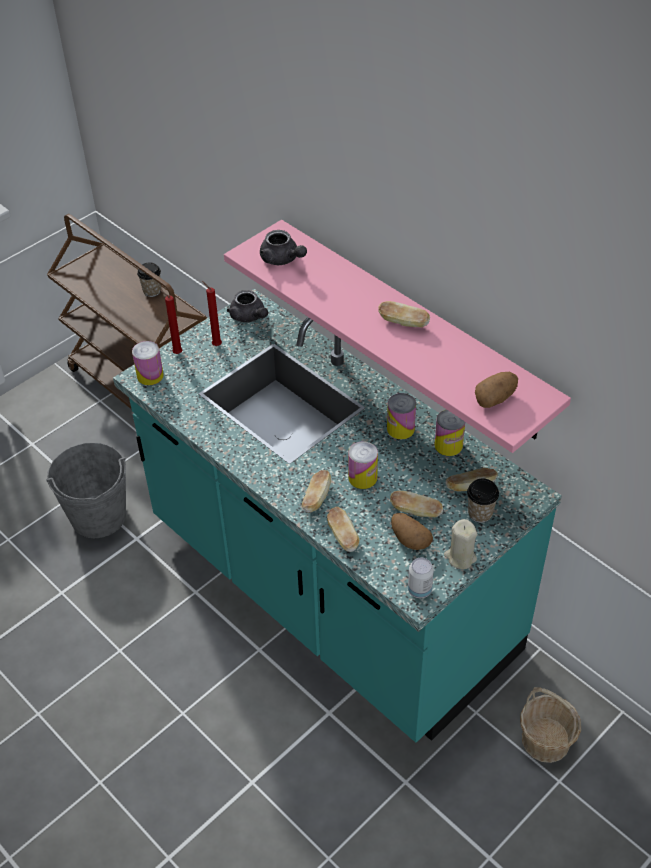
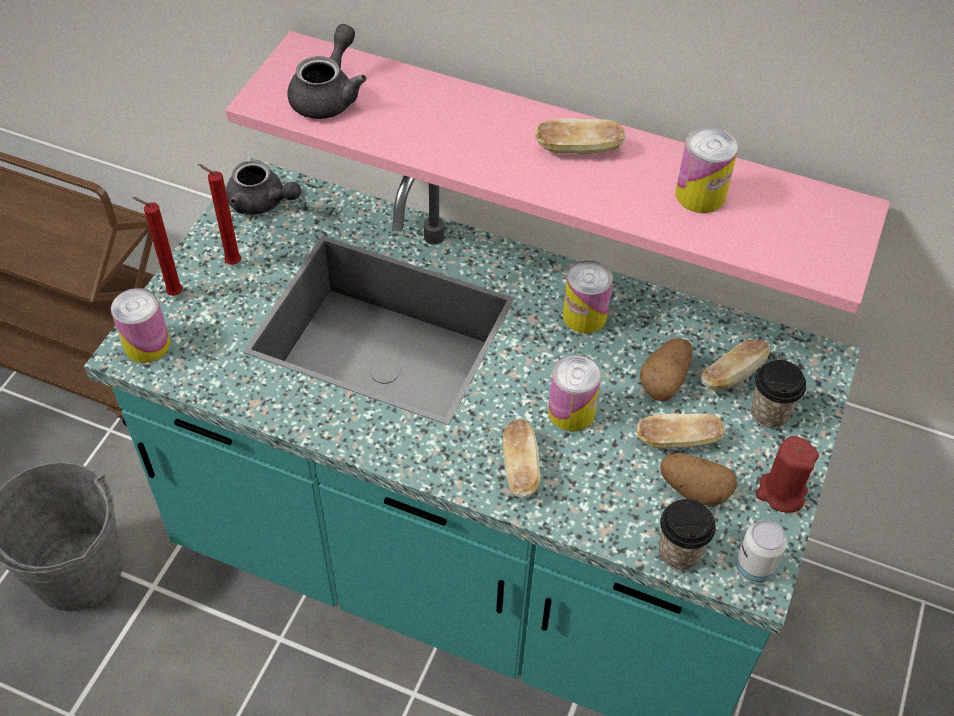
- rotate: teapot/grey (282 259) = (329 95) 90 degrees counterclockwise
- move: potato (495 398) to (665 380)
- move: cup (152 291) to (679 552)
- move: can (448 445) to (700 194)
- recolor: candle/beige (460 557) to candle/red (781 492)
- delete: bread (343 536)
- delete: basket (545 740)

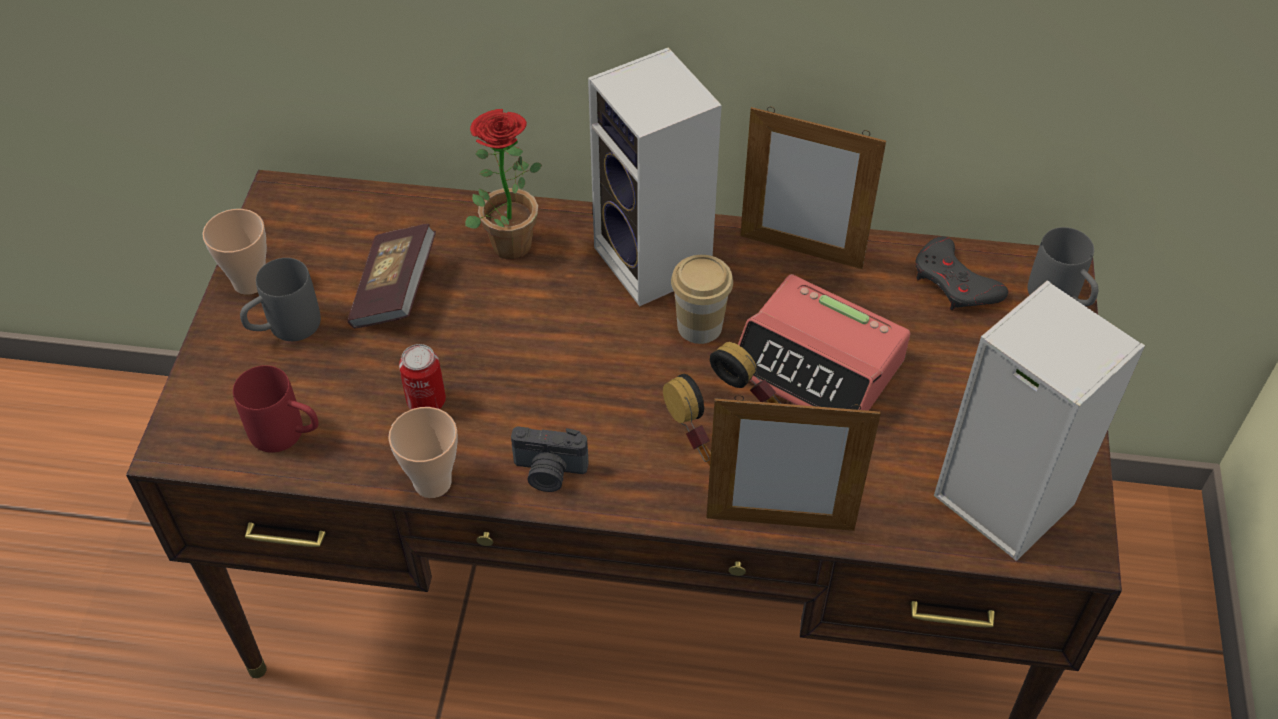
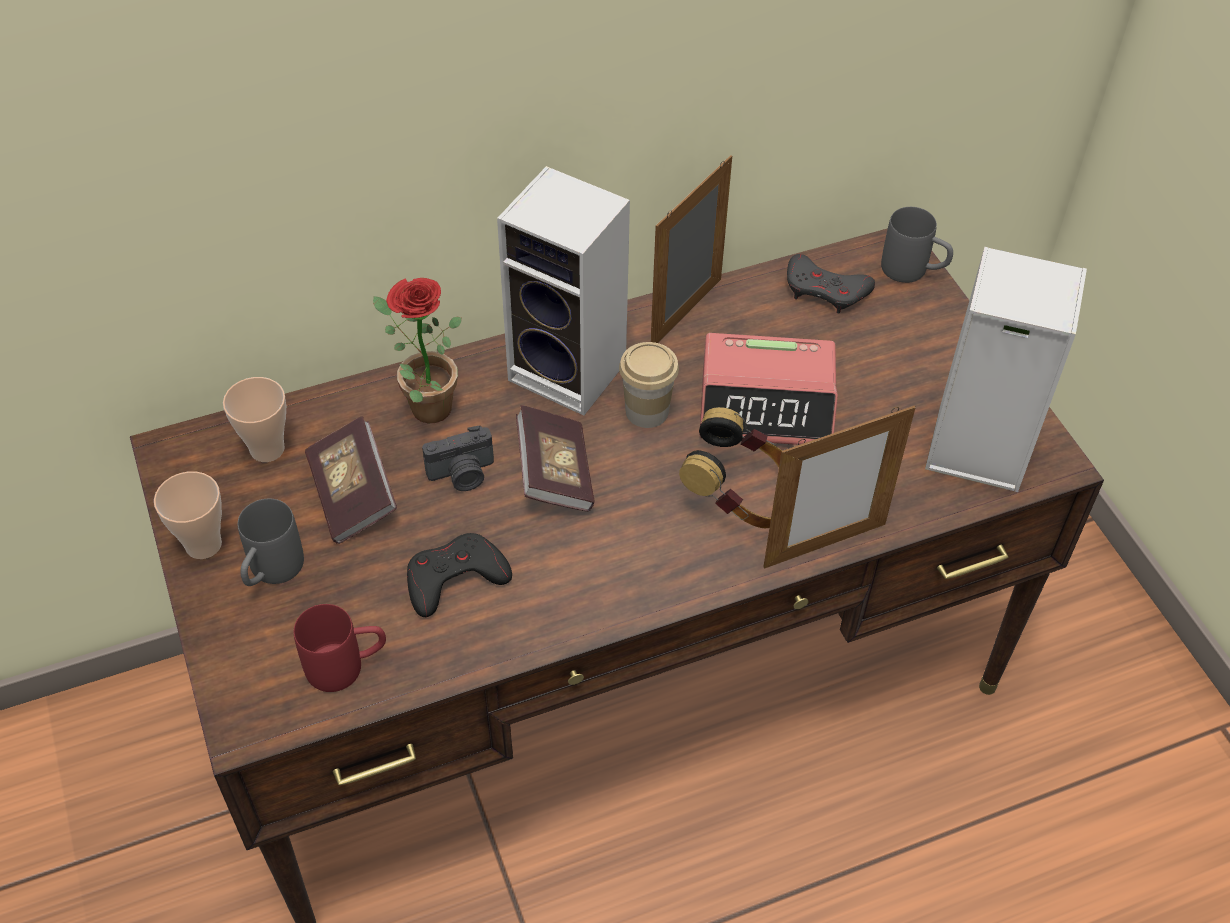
- move: cup (432 482) to (267 449)
- replace: can (426 401) to game controller/black (455 579)
- move: photo camera (549 472) to (463 475)
- insert: book (555 474)
- rotate: picture frame (801 251) = (686 313) 135 degrees clockwise

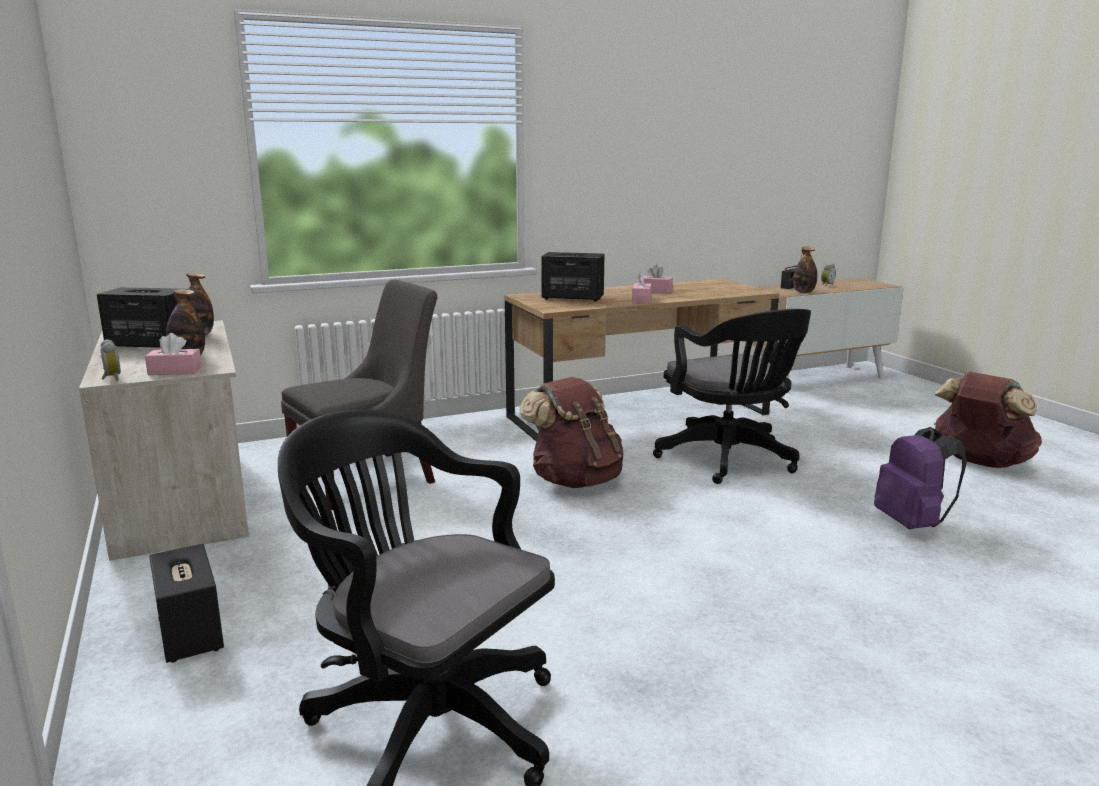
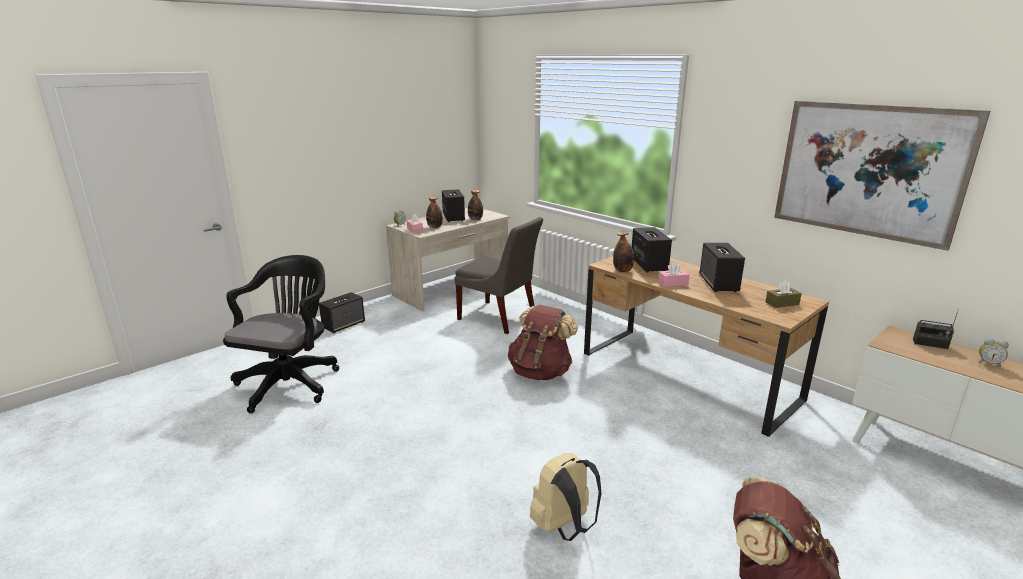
- recolor: backpack/purple (912 524) to backpack/beige (564 527)
- move: bottle (803 292) to (622 270)
- replace: tissue box/pink (655 290) to speaker (718 284)
- insert: tissue box/brown (782 303)
- insert: picture (868 171)
- delete: office chair/black (730 460)

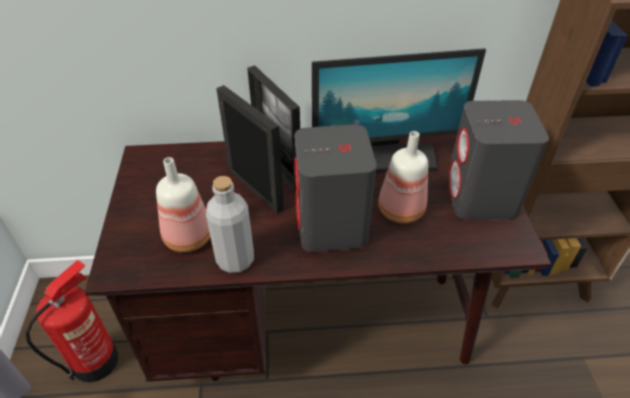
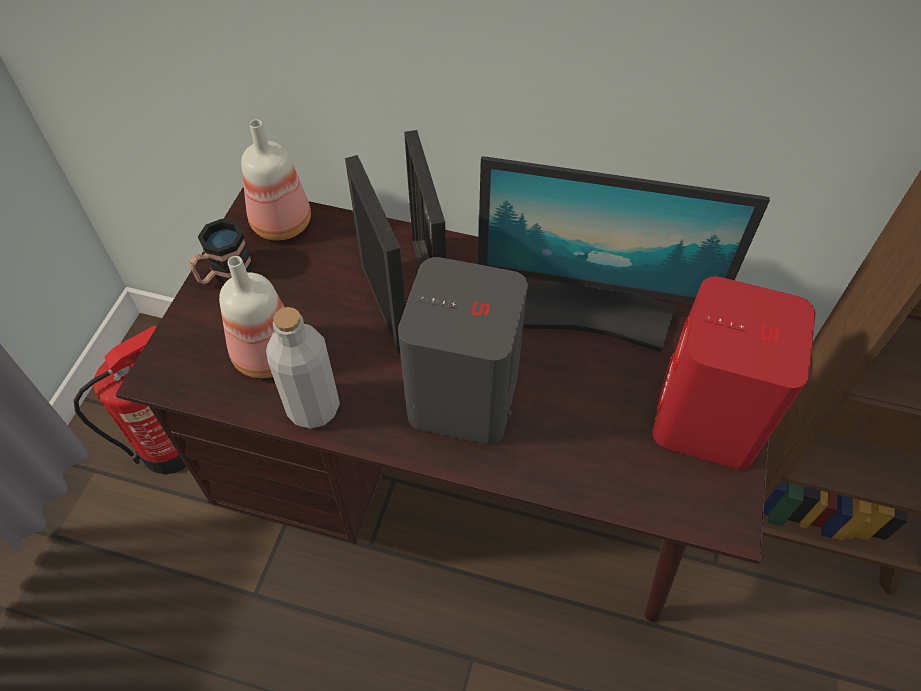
- insert: mug (224 273)
- move: bottle (399 210) to (280 223)
- recolor: speaker/grey (481 198) to speaker/red (707 419)

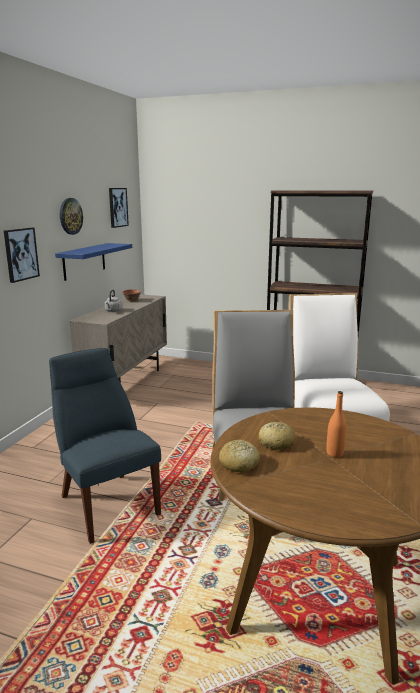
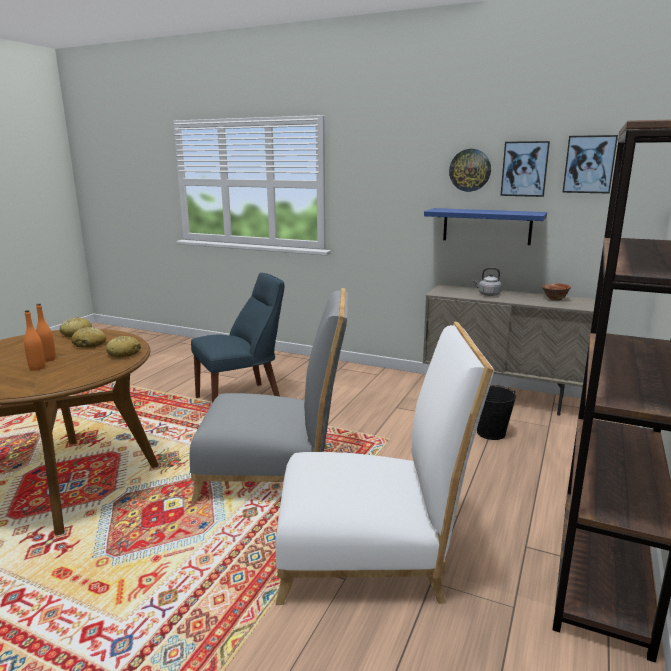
- insert: bottle/orange (37 368)
- insert: bread (124 353)
- insert: bucket/black (491 433)
- move: picture (20 254) to (524 169)

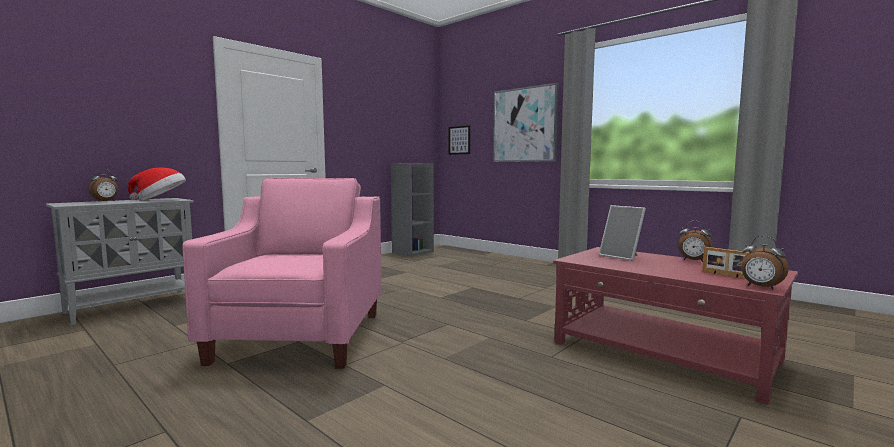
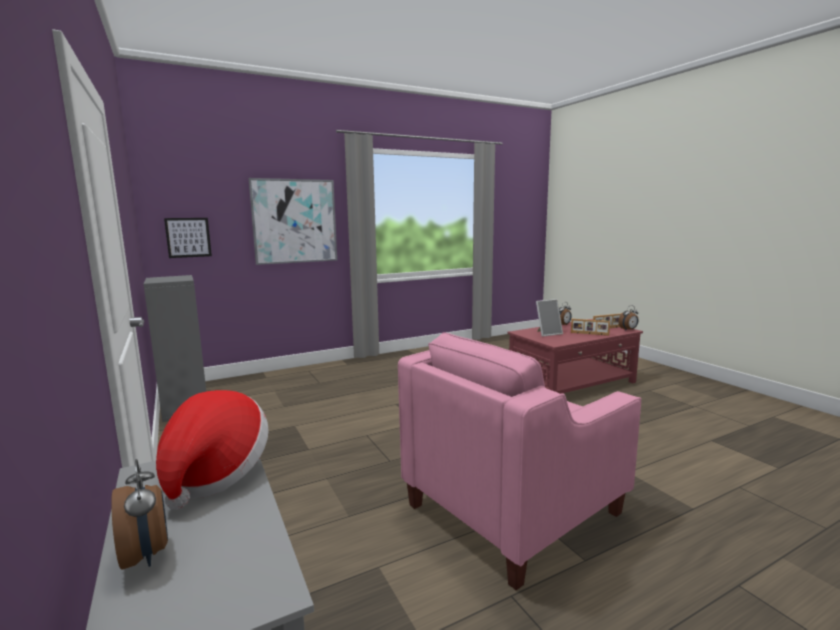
- rotate: armchair/pink (302 337) = (513 508) 60 degrees counterclockwise
- insert: picture frame (589 334)

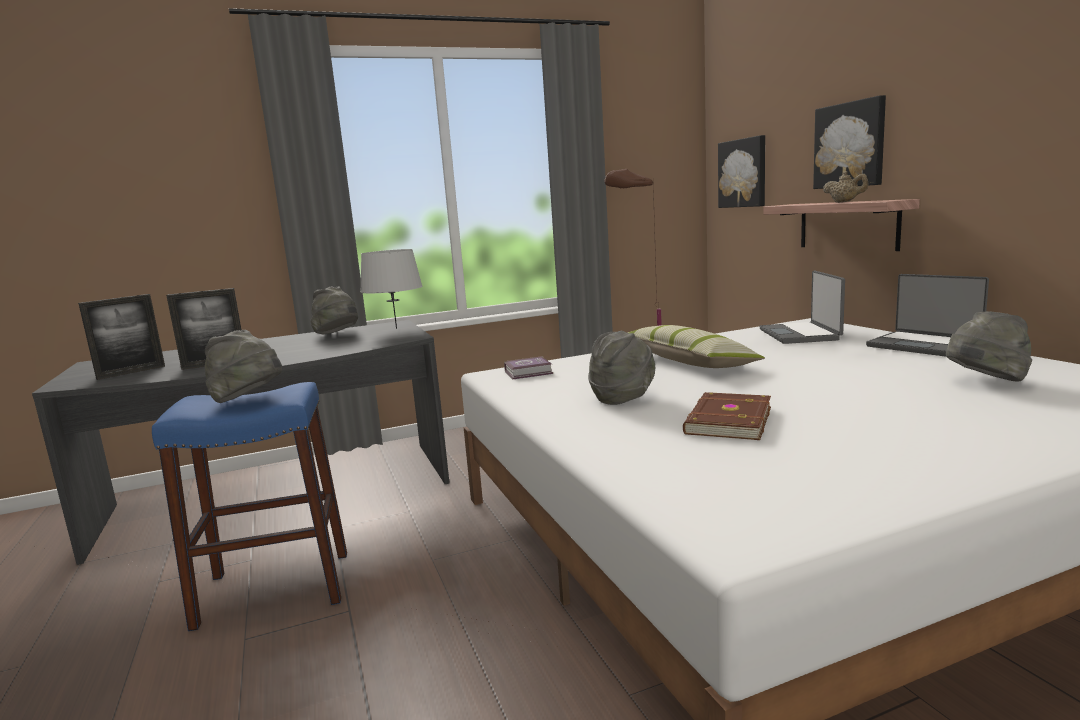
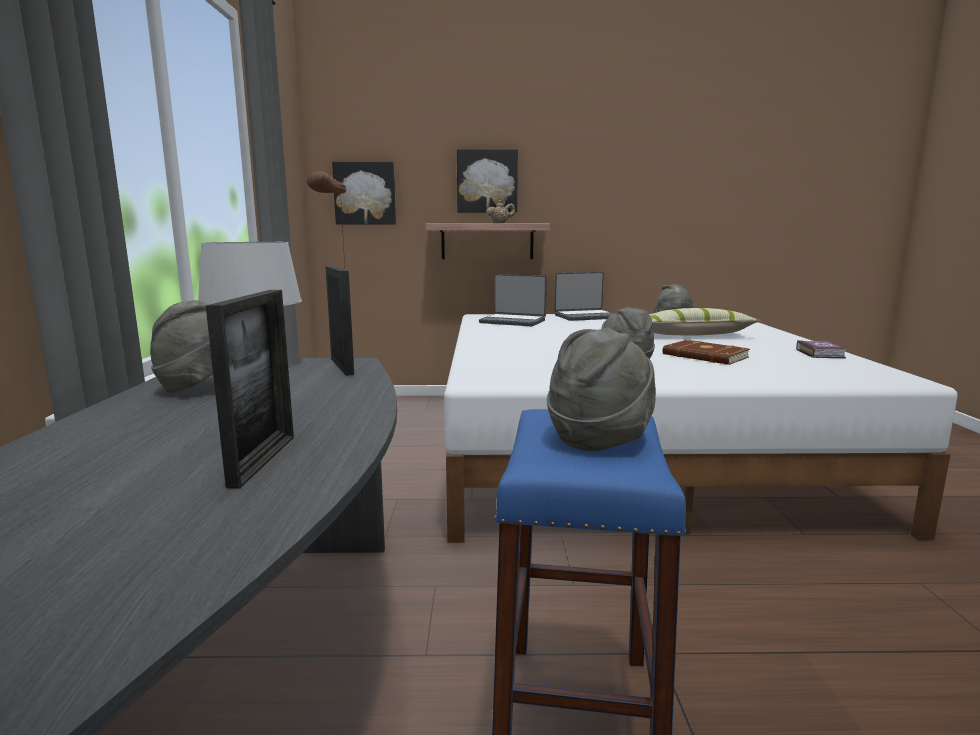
- move: picture frame (131 372) to (342 366)
- move: pillow (688 362) to (692 335)
- move: book (530 372) to (820 353)

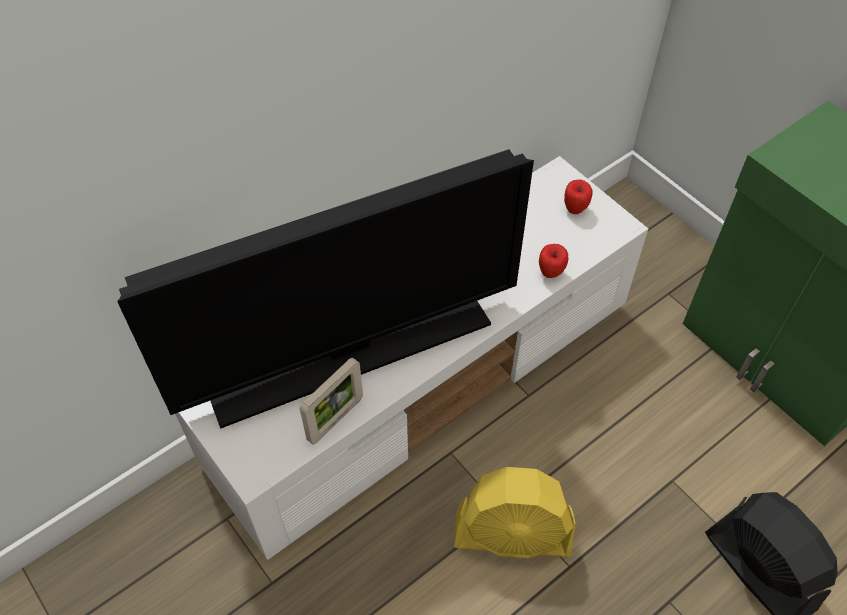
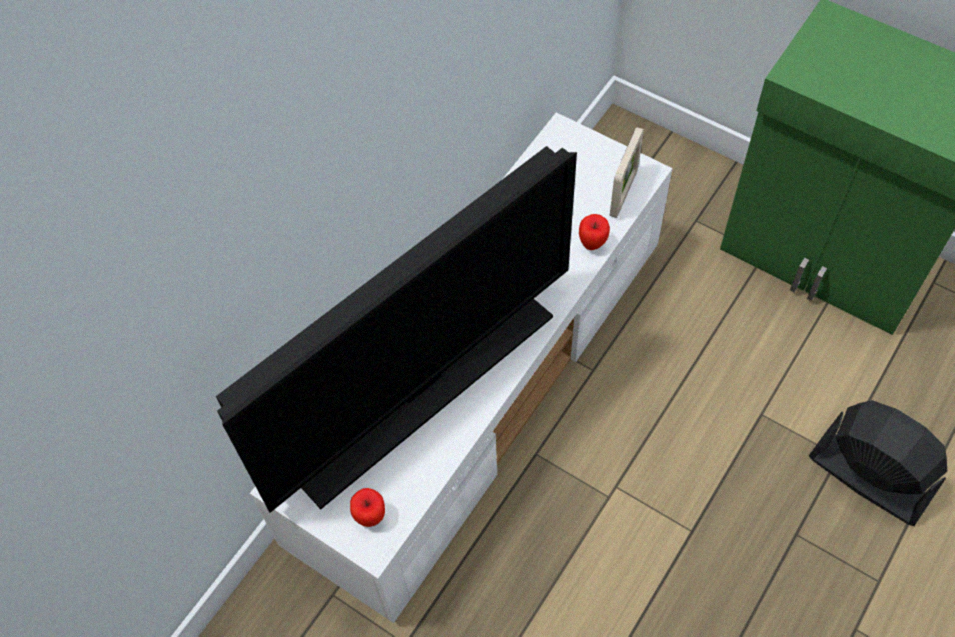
- move: apple (575 209) to (370 517)
- move: picture frame (335 419) to (623 193)
- delete: fan/yellow (513 535)

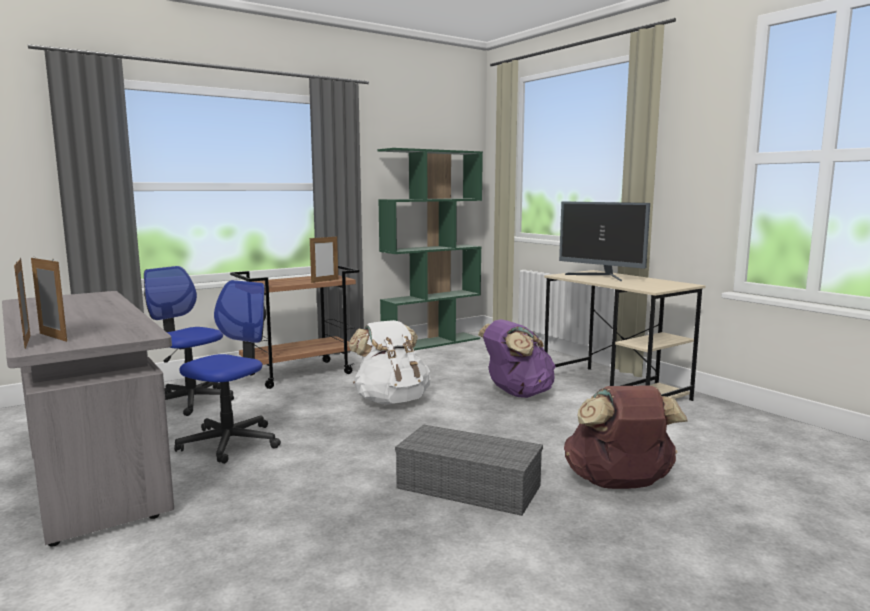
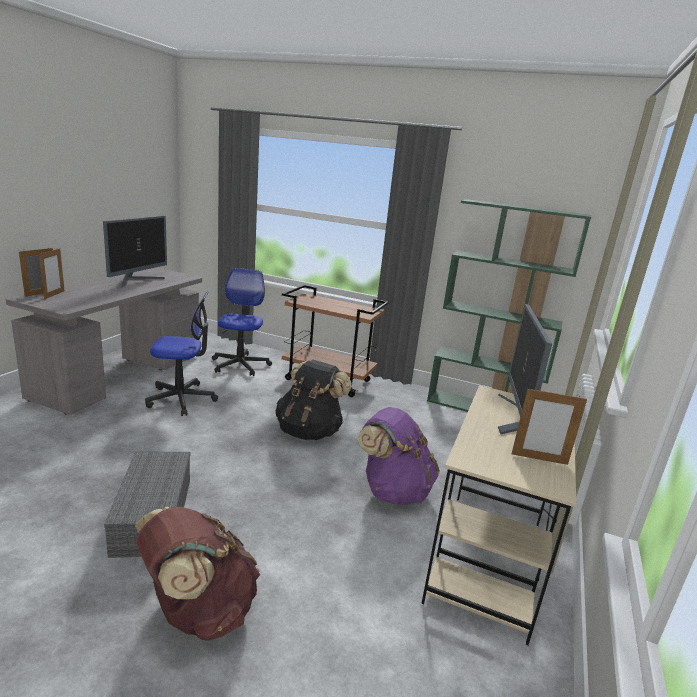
- insert: monitor (137 280)
- recolor: backpack/white (391 400) to backpack/black (309 431)
- move: picture frame (325 281) to (539 459)

